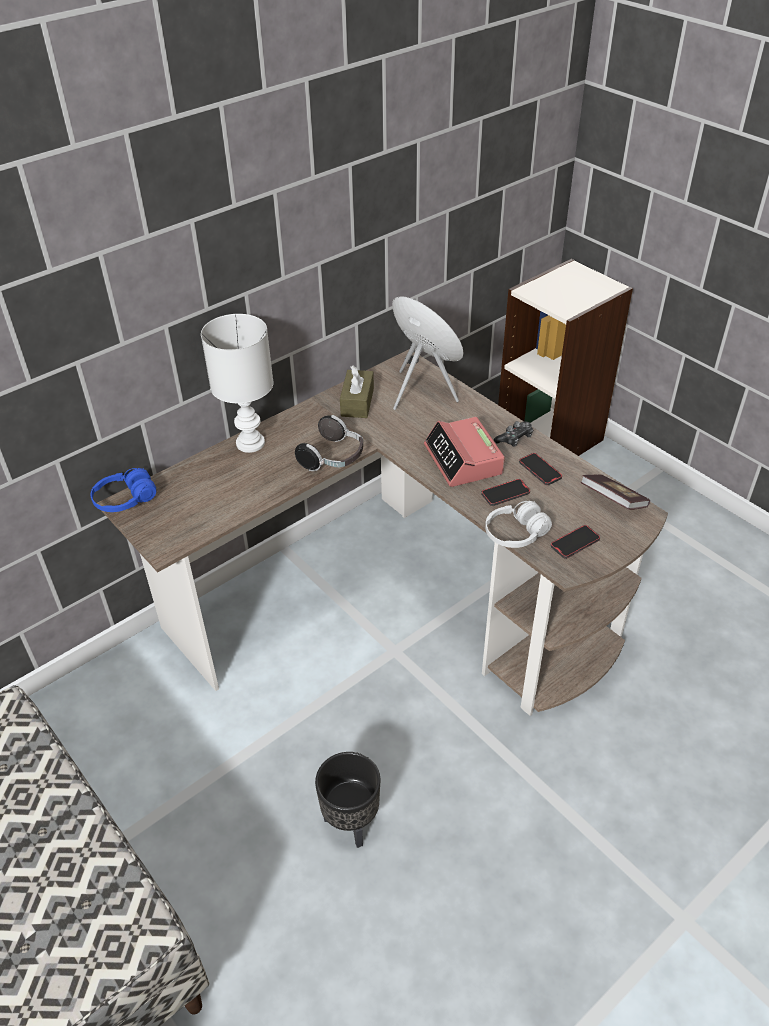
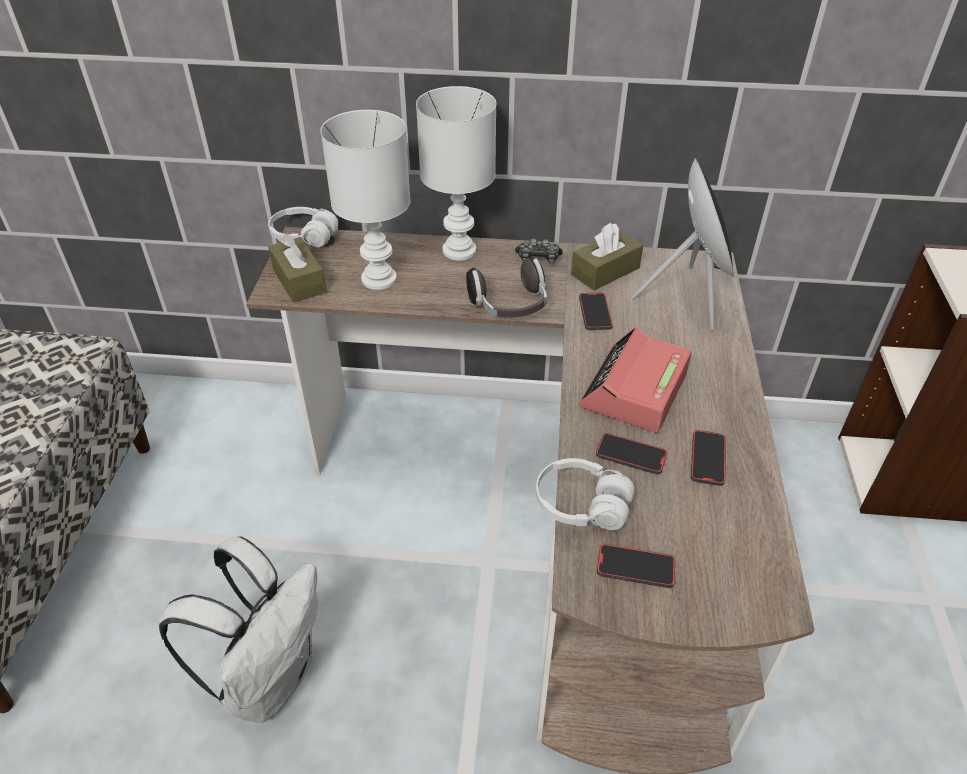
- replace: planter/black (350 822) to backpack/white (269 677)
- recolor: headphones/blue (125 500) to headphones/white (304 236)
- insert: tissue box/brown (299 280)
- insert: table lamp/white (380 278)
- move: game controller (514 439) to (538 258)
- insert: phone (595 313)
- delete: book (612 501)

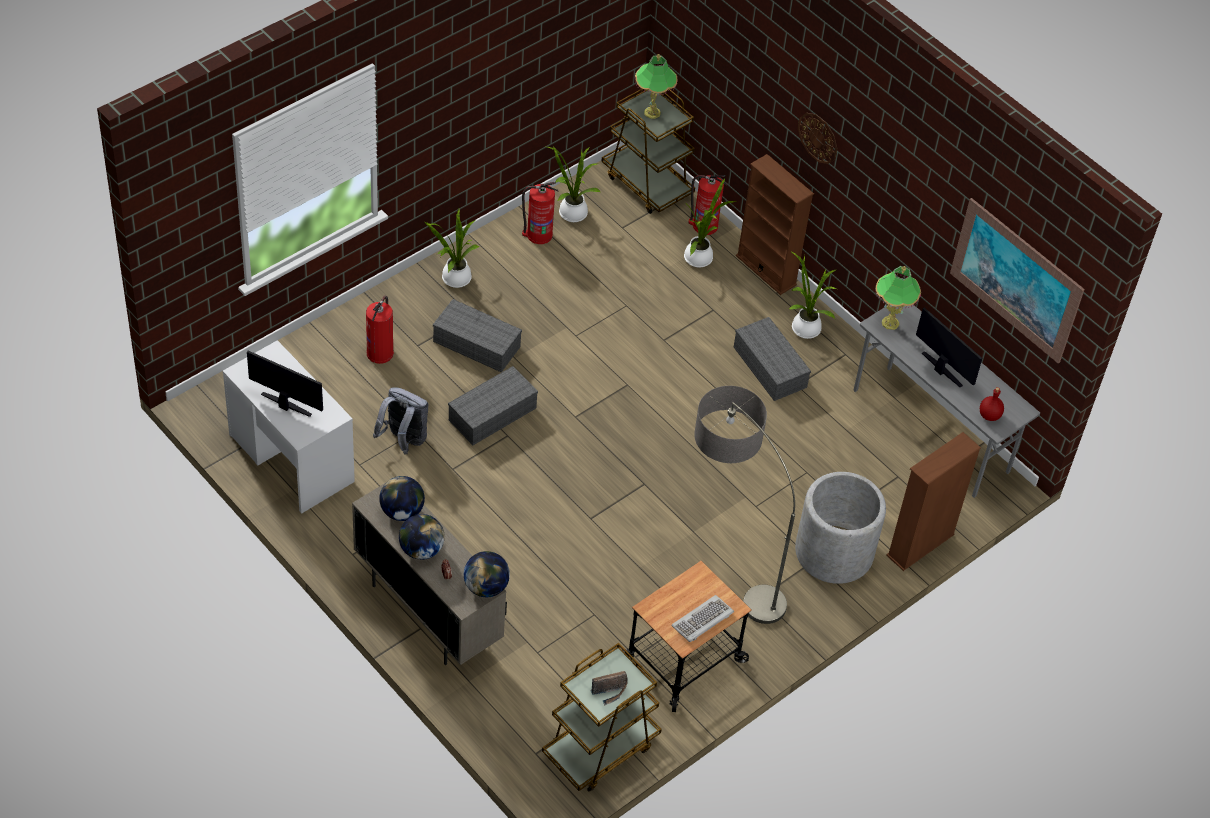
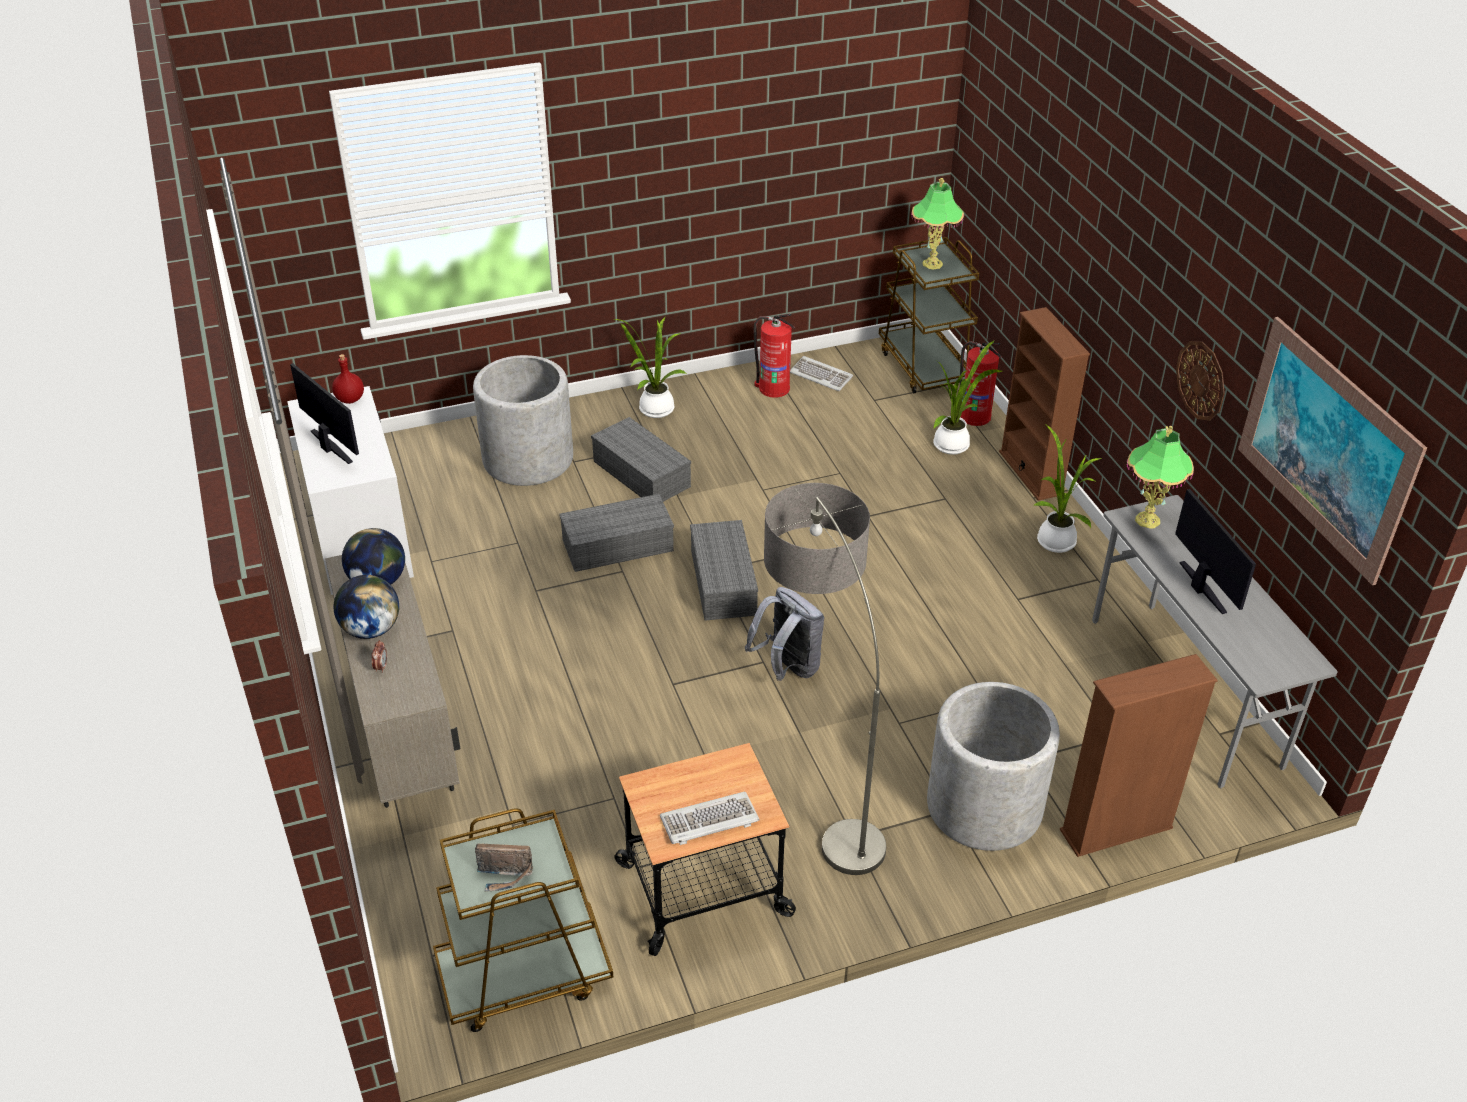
- move: bottle/red (989 415) to (350 399)
- replace: fire extinguisher (380 352) to planter/grey (528 459)
- move: storage box/grey (771 367) to (724 583)
- move: backpack/grey (403 440) to (787 668)
- replace: potted plant (570 212) to keyboard (821 375)
- move: wall clock (818 137) to (1201 380)
- delete: globe (486 587)

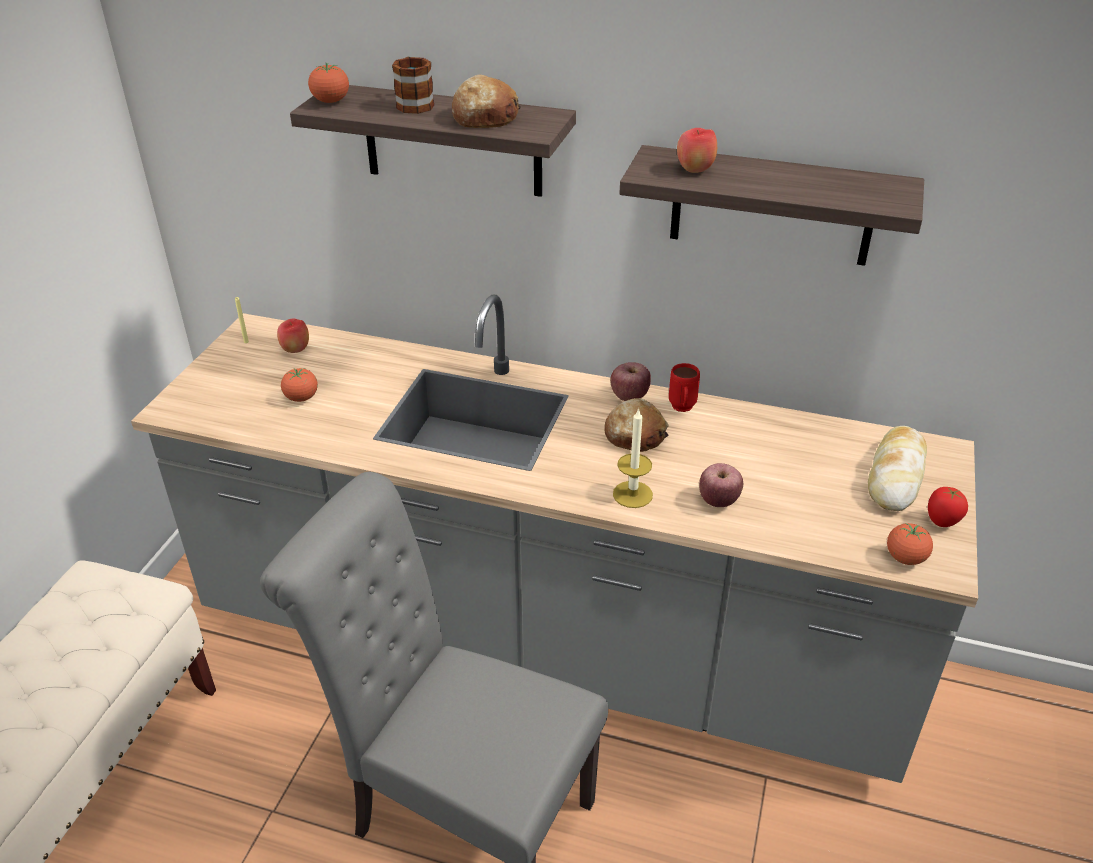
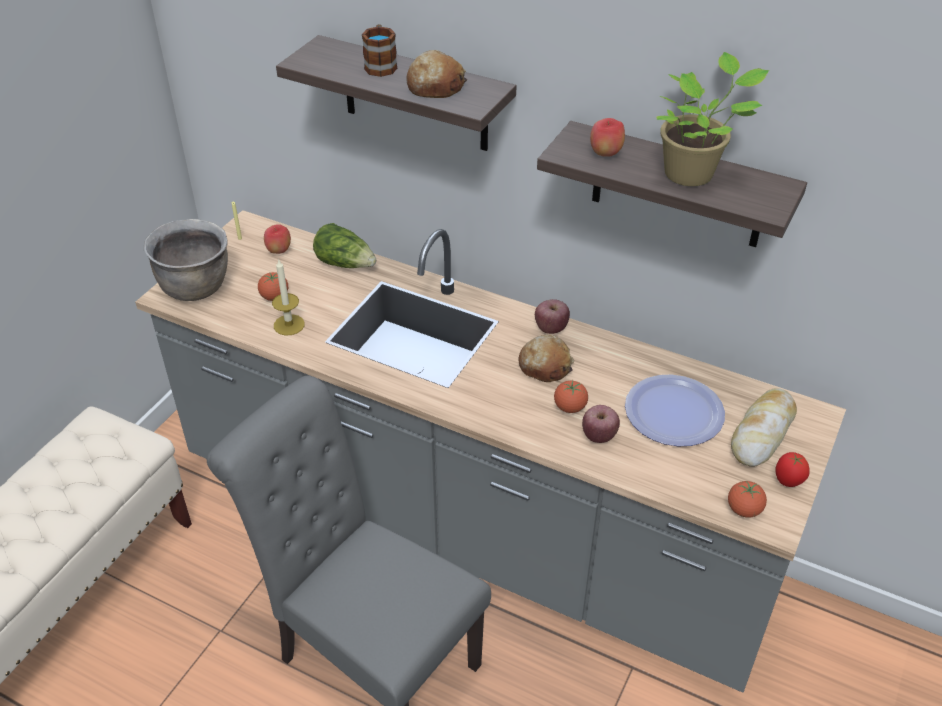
- insert: cooking pot/brown (196 287)
- move: candle (632 494) to (289 325)
- insert: lettuce (345 263)
- move: tomato (331 101) to (570 407)
- insert: plate (674 412)
- insert: potted plant (692 173)
- delete: mug/red (682 410)

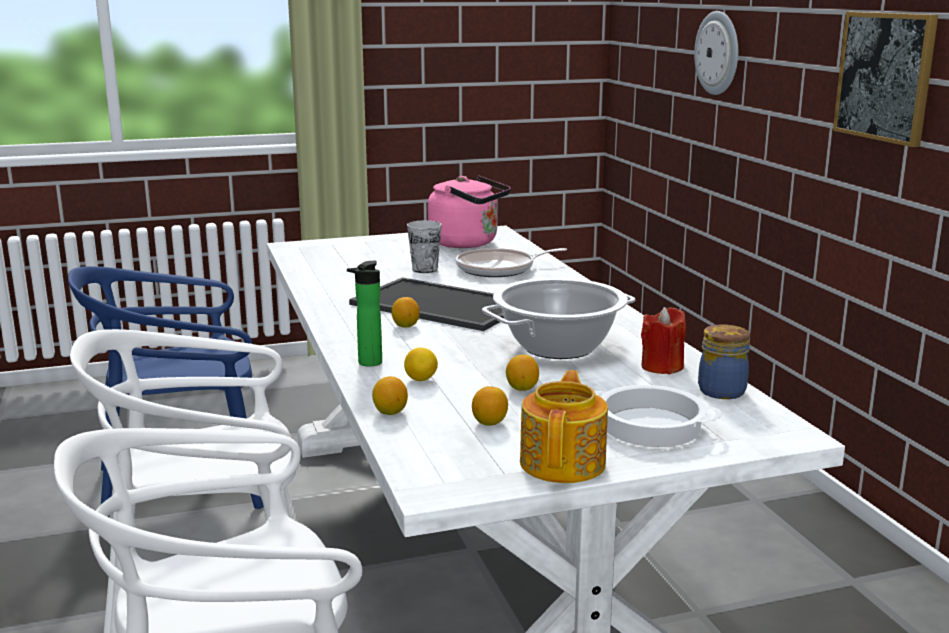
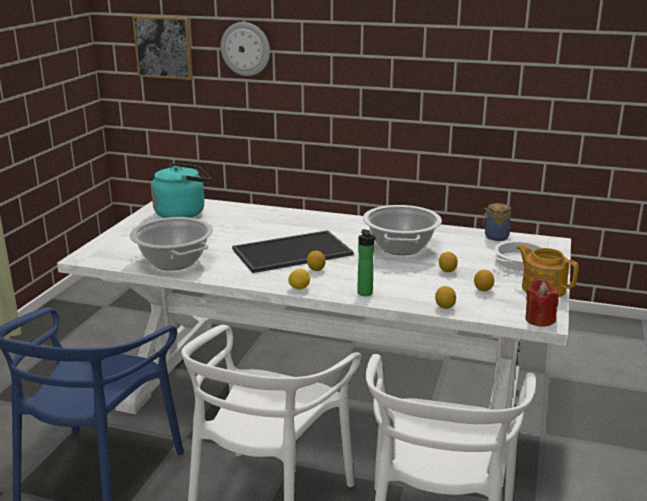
- insert: cooking pot (174 261)
- move: picture (885 76) to (163 47)
- recolor: kettle/pink (468 243) to kettle/turquoise (183 213)
- move: lemon (421 380) to (299 288)
- move: candle/red (662 367) to (539 319)
- delete: cup (425 269)
- delete: frying pan (499 269)

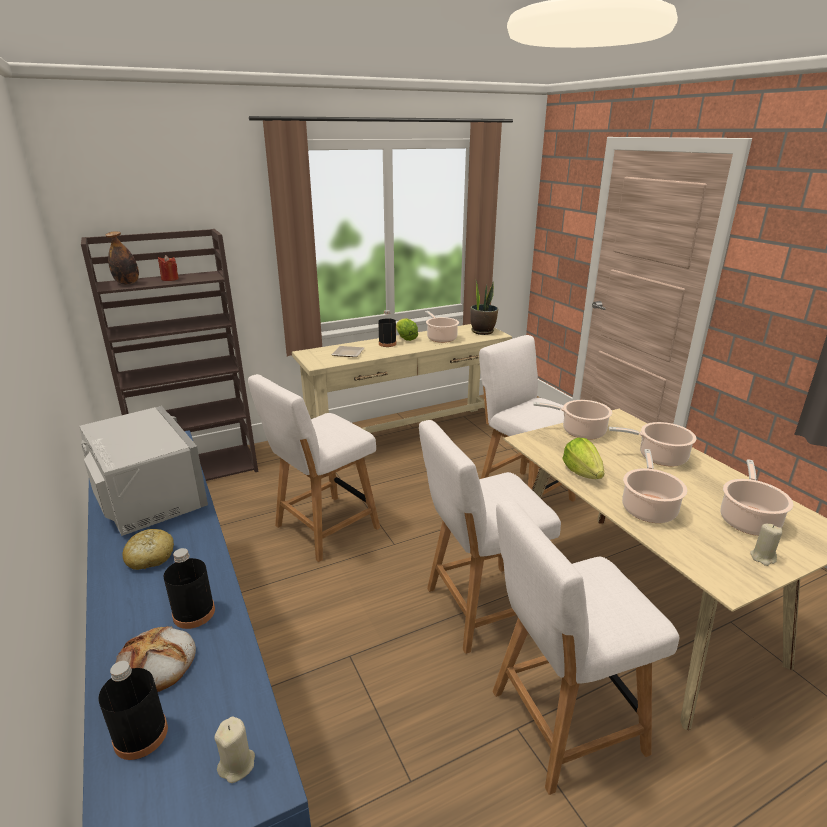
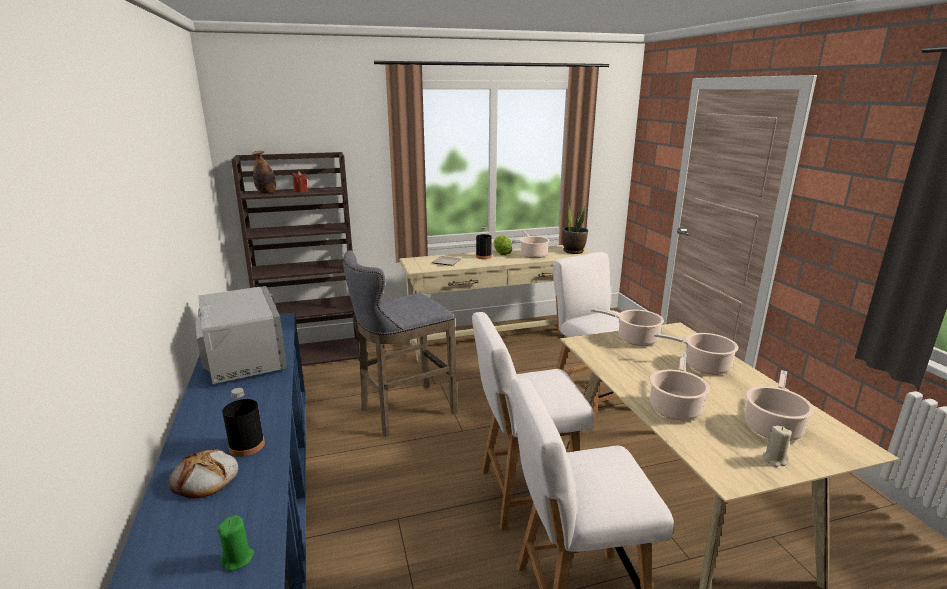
- recolor: candle/beige (237 764) to candle/green (238 559)
- replace: chair/white (323 529) to stool/grey (403 412)
- delete: bottle/black (141 735)
- delete: bread (150 557)
- delete: lettuce (582 473)

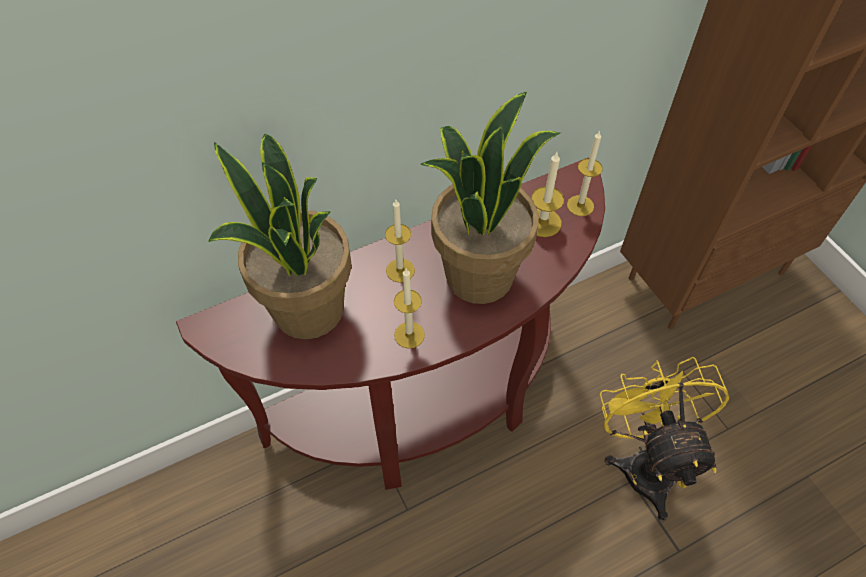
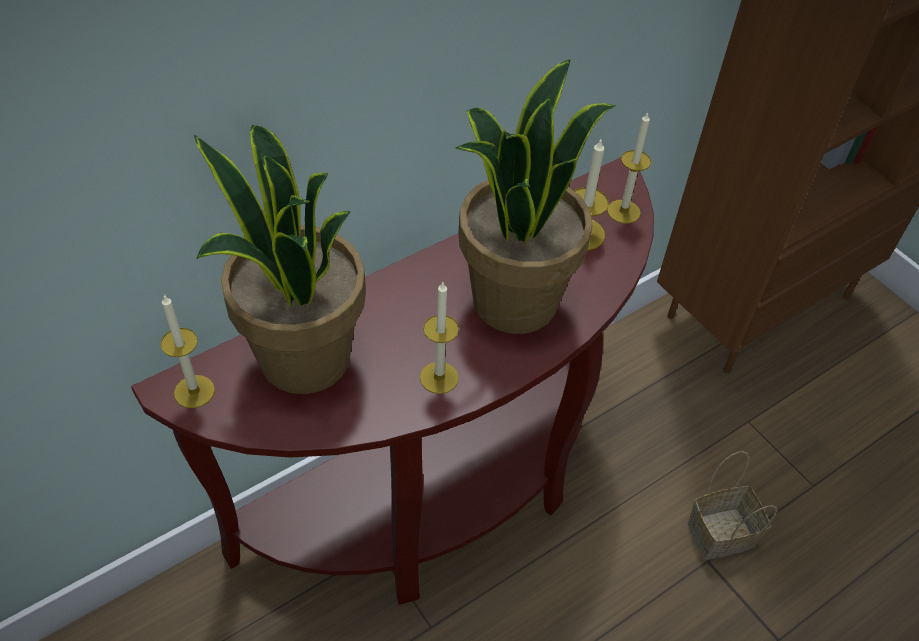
- move: candle (400 270) to (194 391)
- replace: fan/yellow (644 462) to basket (719 535)

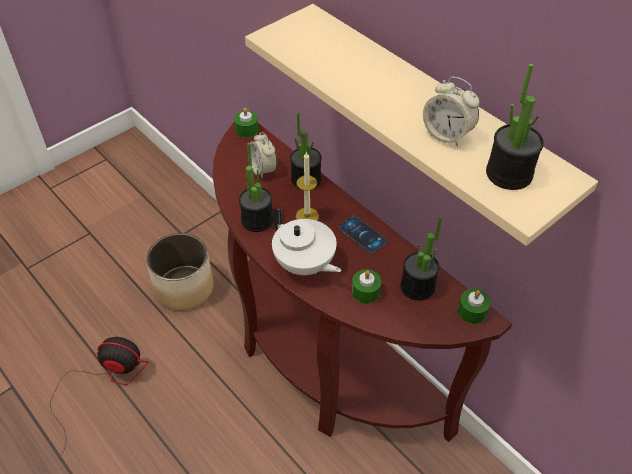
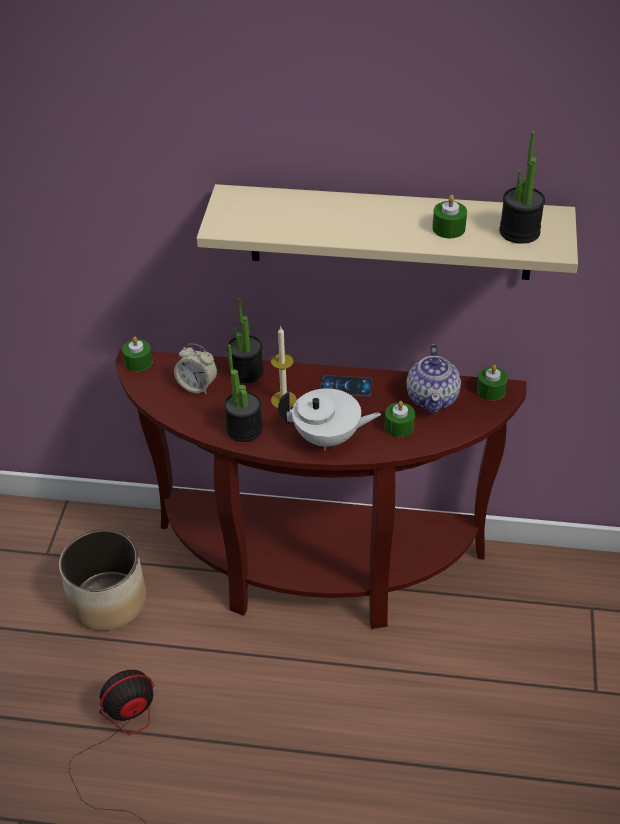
- replace: potted plant (417 286) to teapot (433 398)
- replace: alarm clock (447 135) to candle/green (448 228)

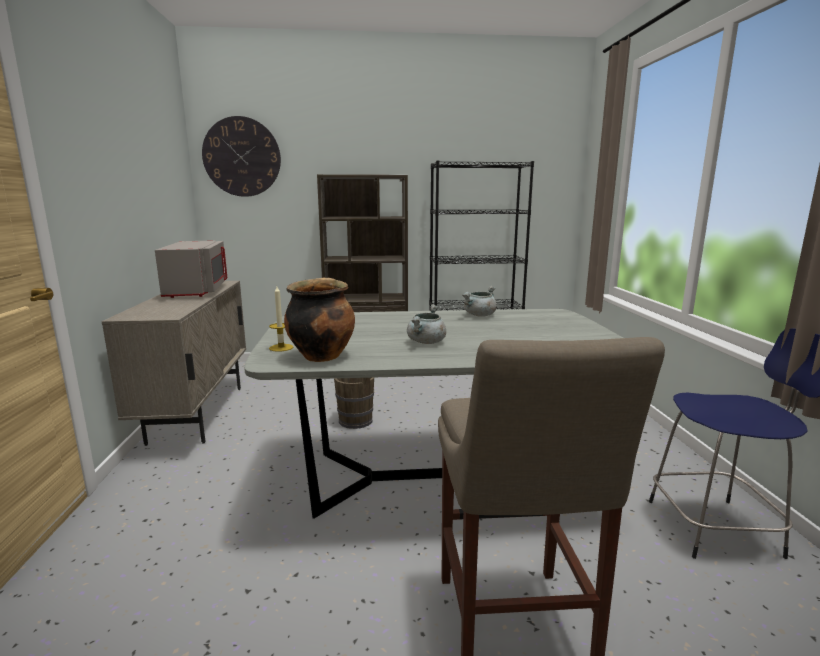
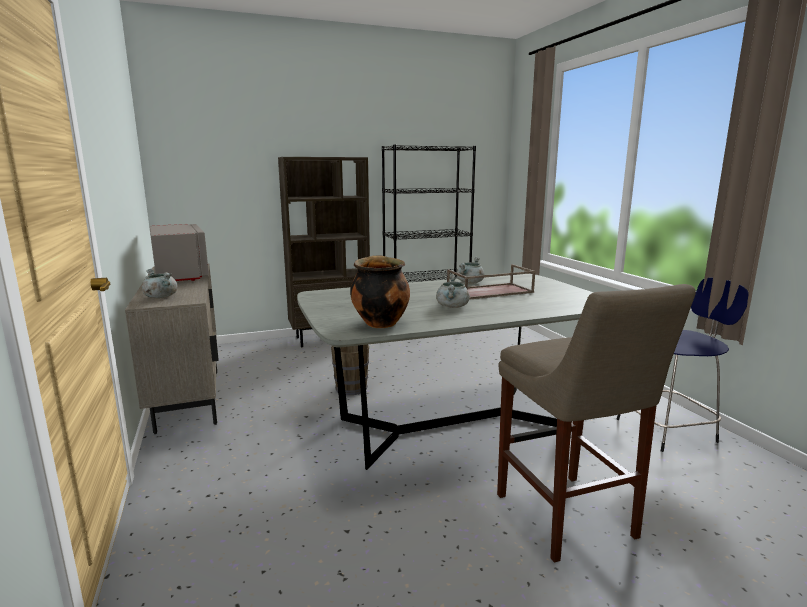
- insert: cooking pot/grey (160 297)
- insert: tray/brown (489 292)
- delete: wall clock (242 157)
- delete: candle (281 347)

